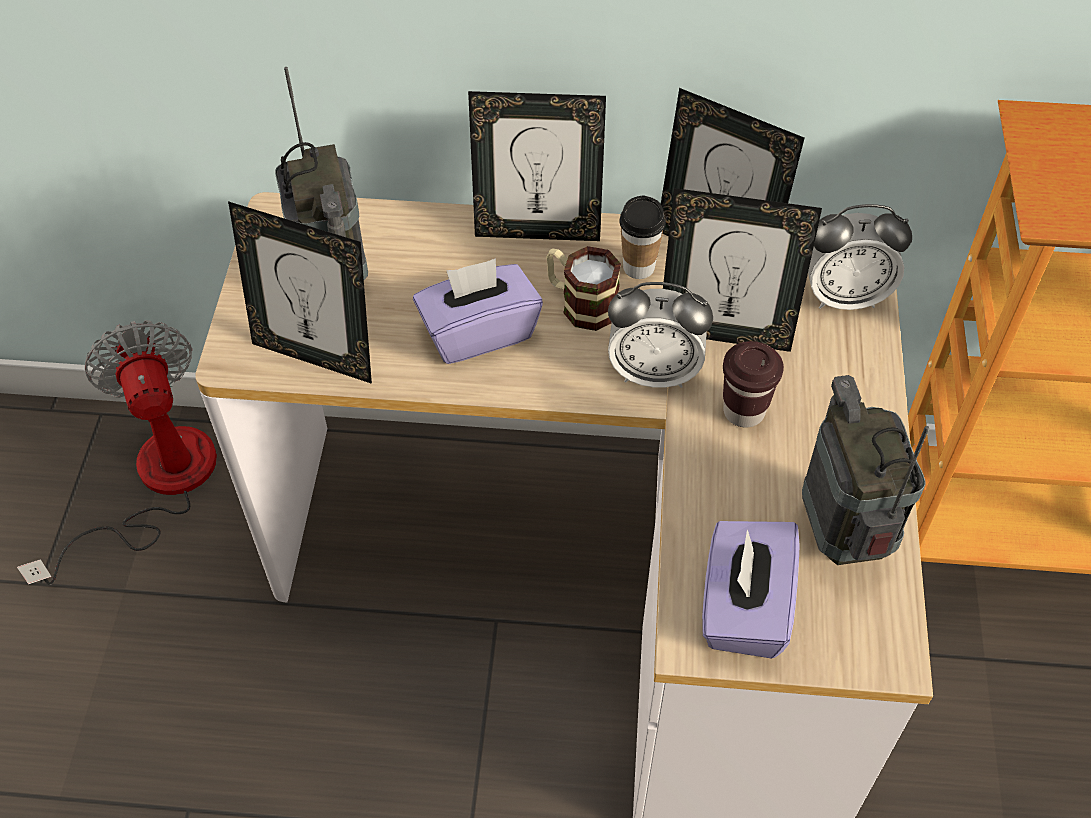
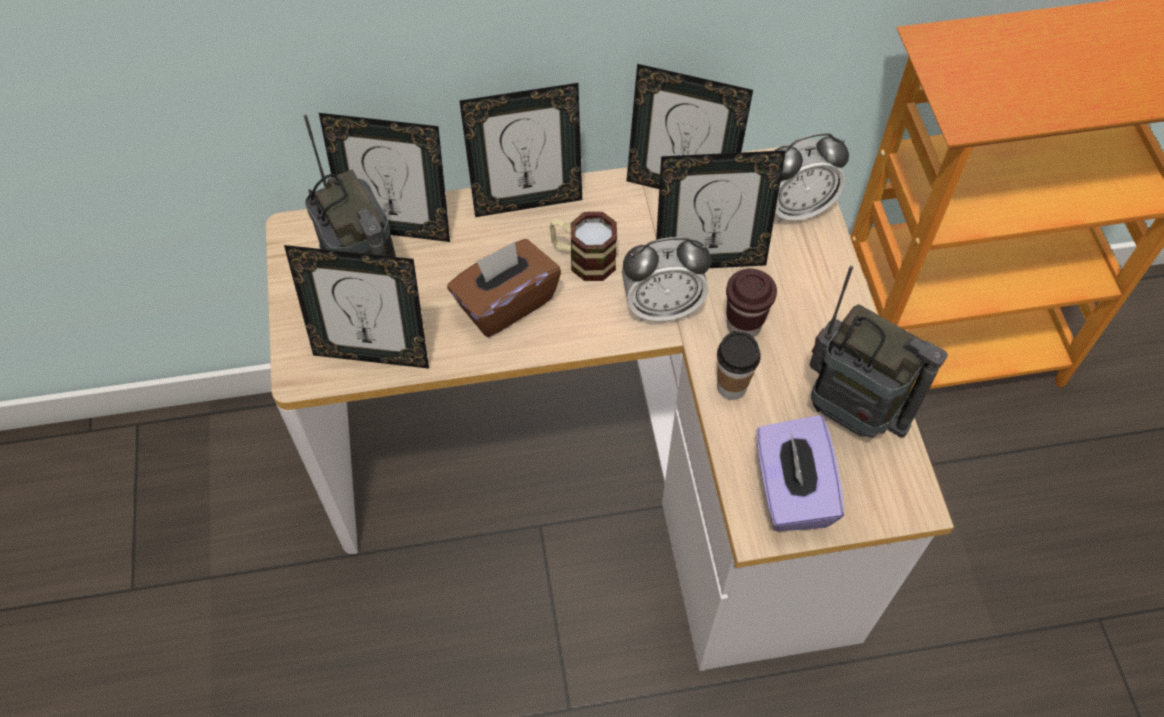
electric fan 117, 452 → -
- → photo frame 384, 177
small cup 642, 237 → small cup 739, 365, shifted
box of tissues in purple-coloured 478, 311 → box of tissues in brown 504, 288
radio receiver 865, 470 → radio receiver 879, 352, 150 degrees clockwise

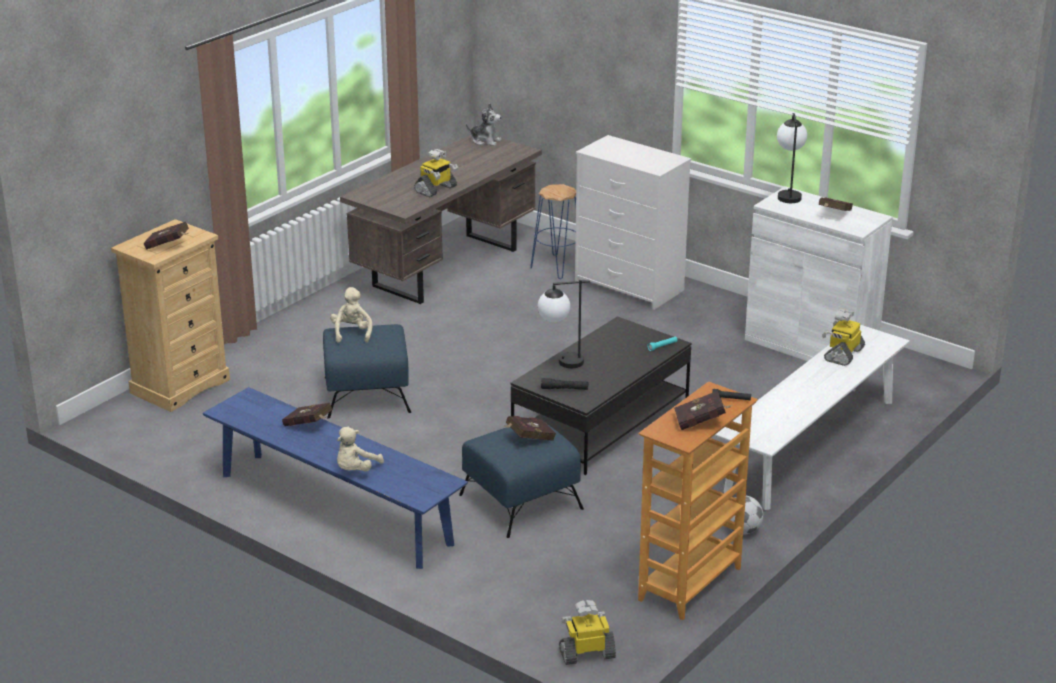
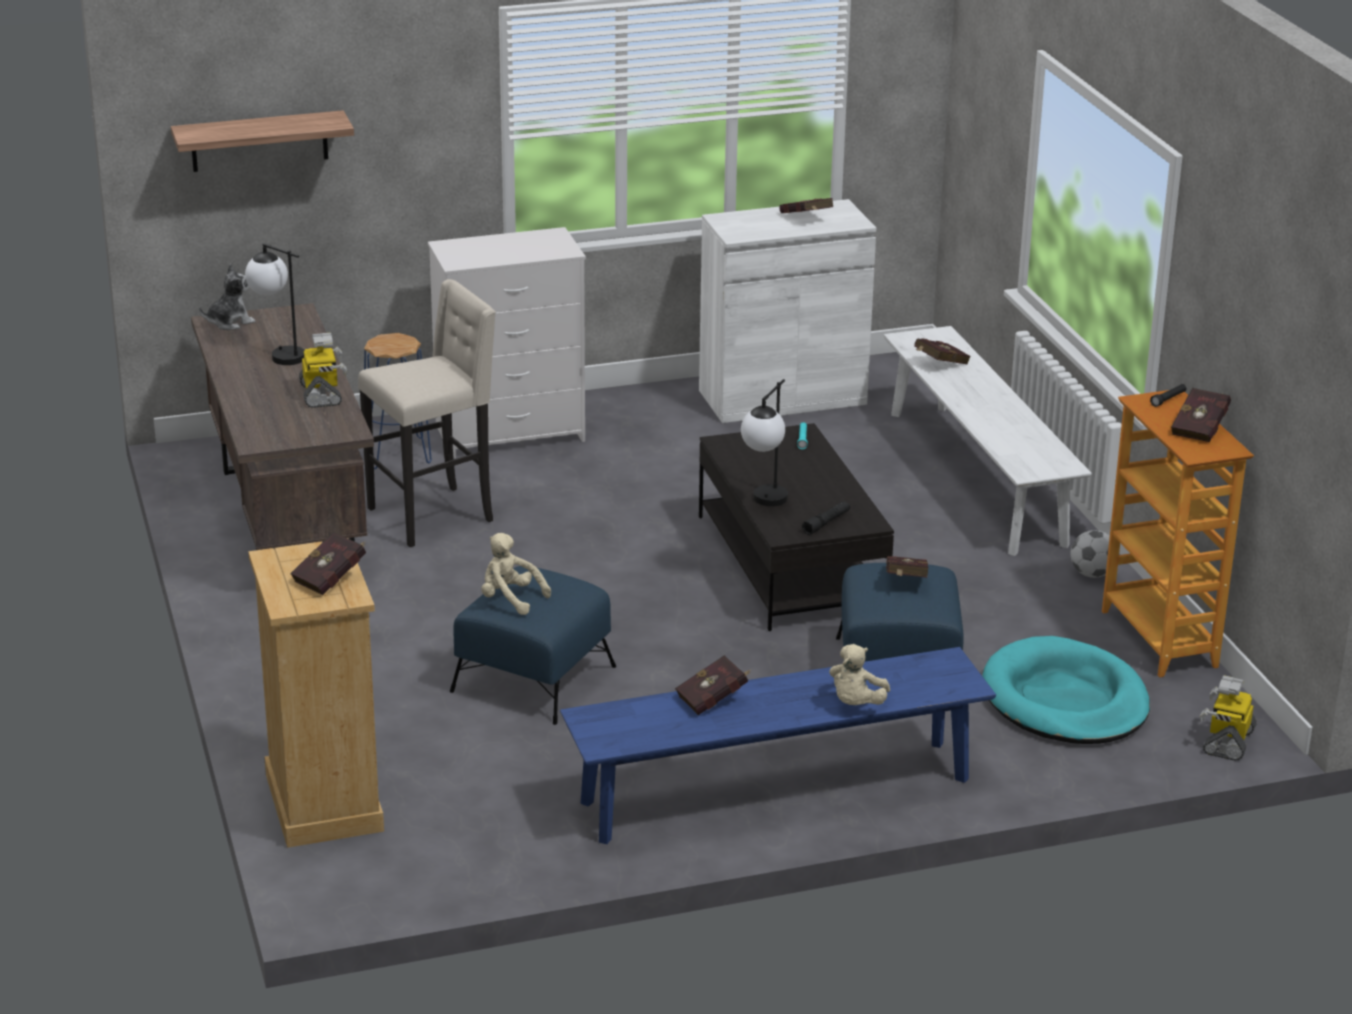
- → shelf 262, 141
- → stool in sand-coloured 427, 413
- → dog bed in turquoise 1066, 690
lamp for a table 792, 158 → lamp for a table 274, 304, shifted
model robot 843, 337 → volume in red 942, 351
soft toy in sand-coloured 360, 449 → soft toy in sand-coloured 859, 674, 45 degrees clockwise

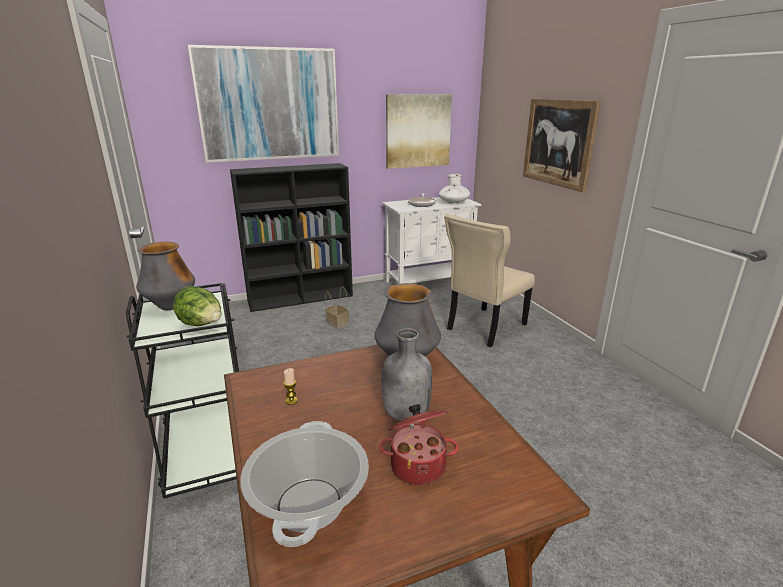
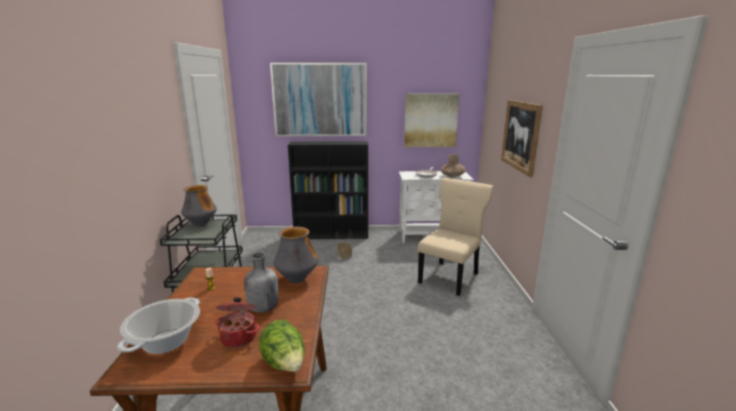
head of lettuce 197, 306 → head of lettuce 282, 345, shifted
decorative vase in white-coloured 454, 189 → decorative vase in brown 453, 165
chair in sand-coloured 489, 280 → chair in sand-coloured 455, 237, 150 degrees clockwise

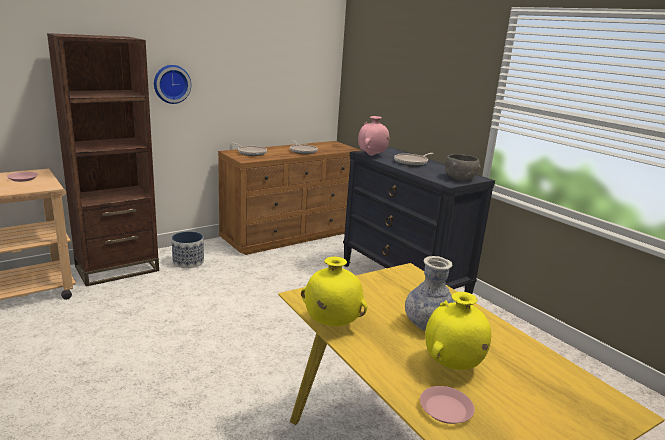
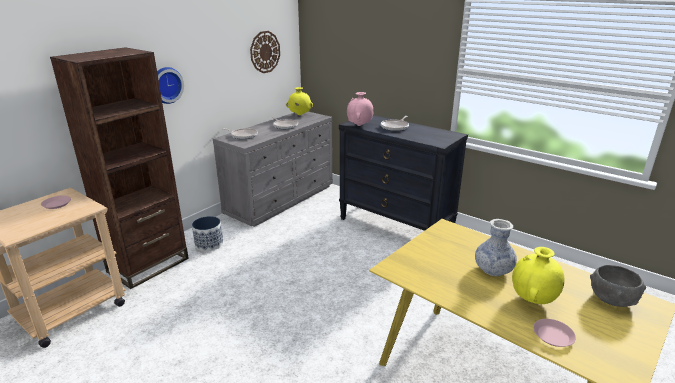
- → hanging clock 265, 52
decorative vase in yellow-coloured 334, 291 → decorative vase in yellow-coloured 299, 101, shifted
deep dish in gray 462, 167 → deep dish in gray 618, 286, shifted
dresser in brown 290, 198 → dresser in gray 273, 169

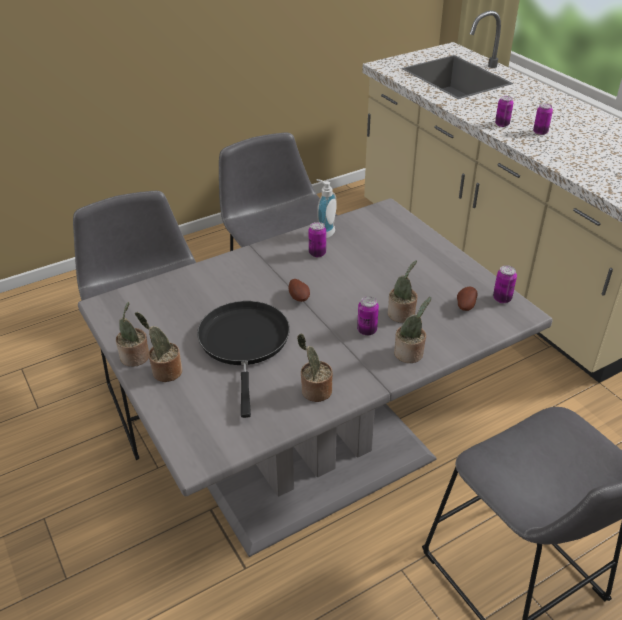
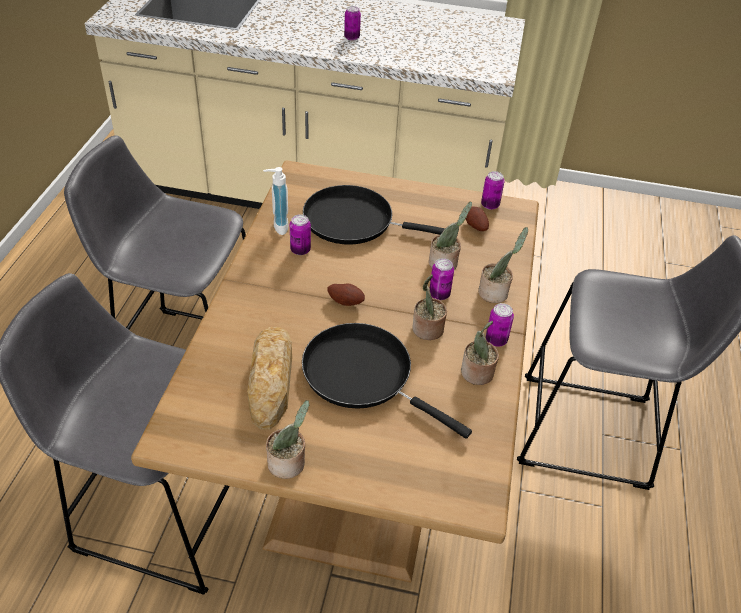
- → bread 269, 378
- → skillet in black 374, 215
potted plant 158, 347 → potted plant 429, 307, shifted
metal can 504, 111 → metal can 500, 325, shifted
dinner table in gray 315, 377 → dinner table in brown 335, 371

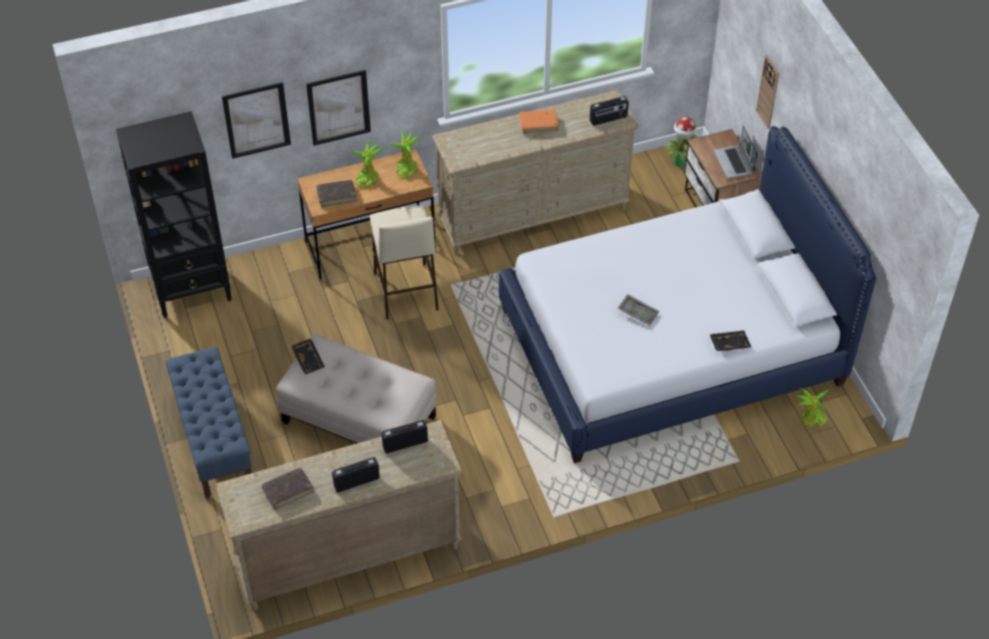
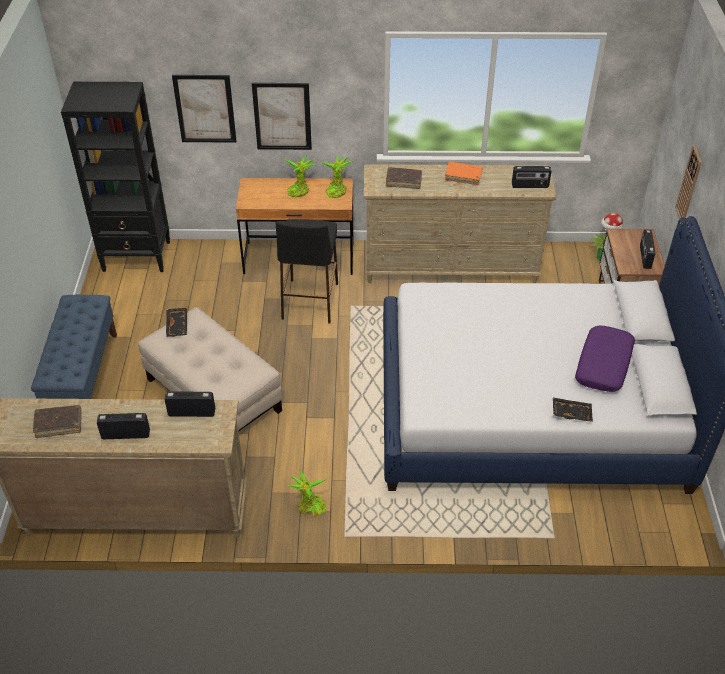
tray in gray 639, 310 → -
- → cushion in purple-coloured 605, 359
volume in brown 336, 193 → volume in brown 404, 178, shifted
potted plant 813, 407 → potted plant 307, 493, shifted
laptop 736, 152 → radio receiver 647, 249
stool in sand-coloured 404, 262 → stool in black 307, 271

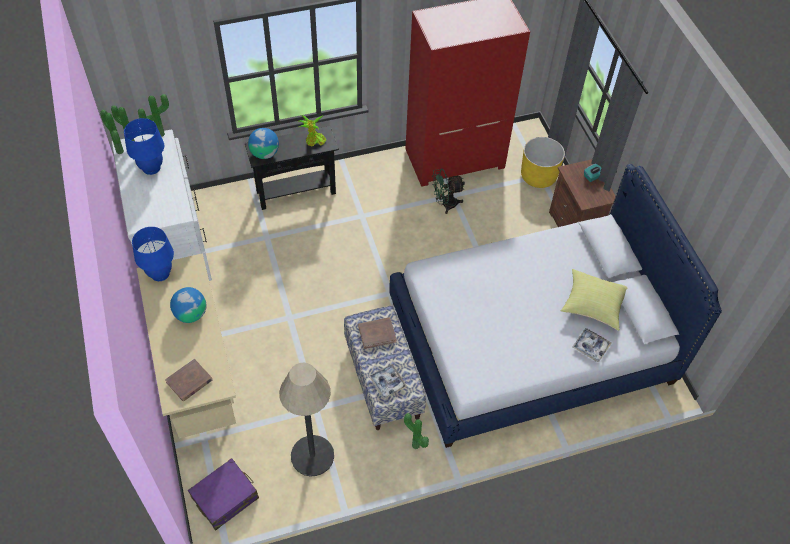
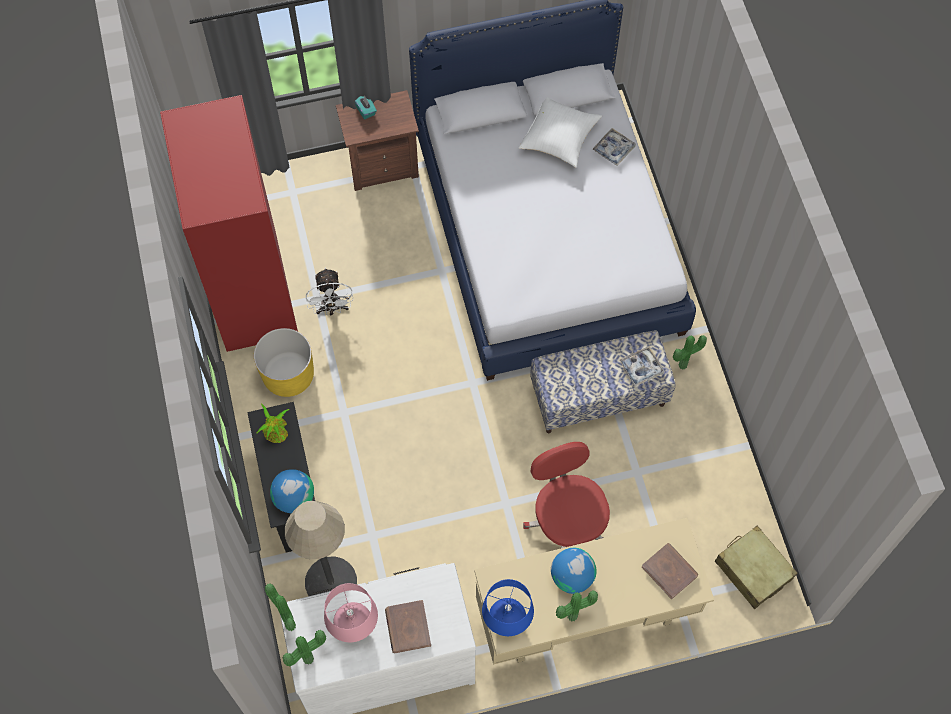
- → office chair in red 566, 495
potted plant 112, 132 → potted plant 577, 605, shifted
standing lamp 306, 420 → standing lamp 321, 548, shifted
volume in brown 377, 333 → volume in brown 408, 626, shifted
plant pot in yellow-coloured 543, 162 → plant pot in yellow-coloured 284, 362, shifted
lamp for a table in blue 144, 146 → lamp for a table in pinkish 351, 612
suitcase in purple-coloured 223, 494 → suitcase in sand-coloured 756, 567
electric fan in green 448, 191 → electric fan in white-coloured 329, 291
cushion in yellow-coloured 593, 300 → cushion in white-coloured 560, 133

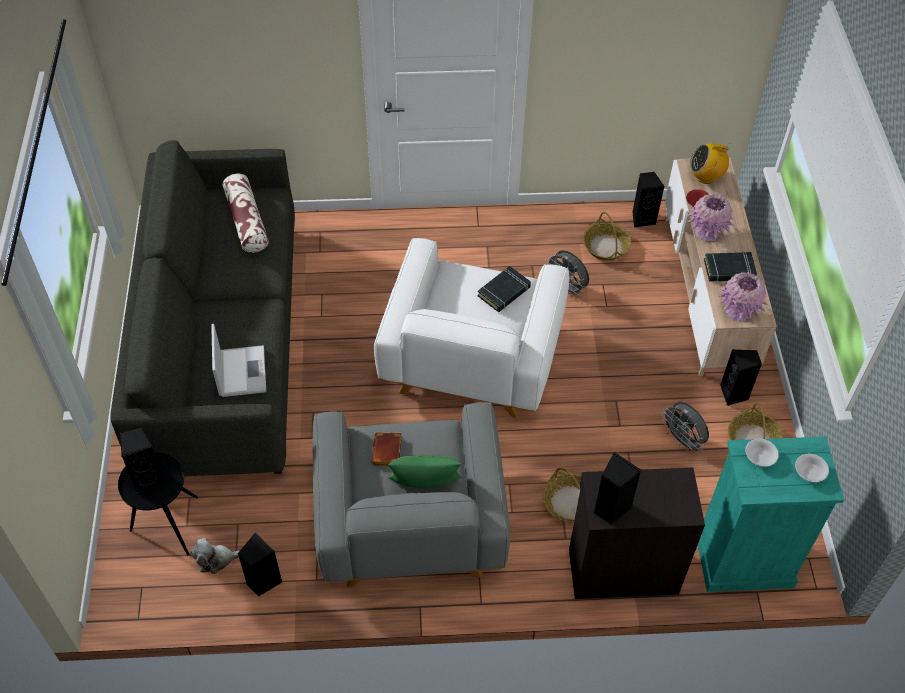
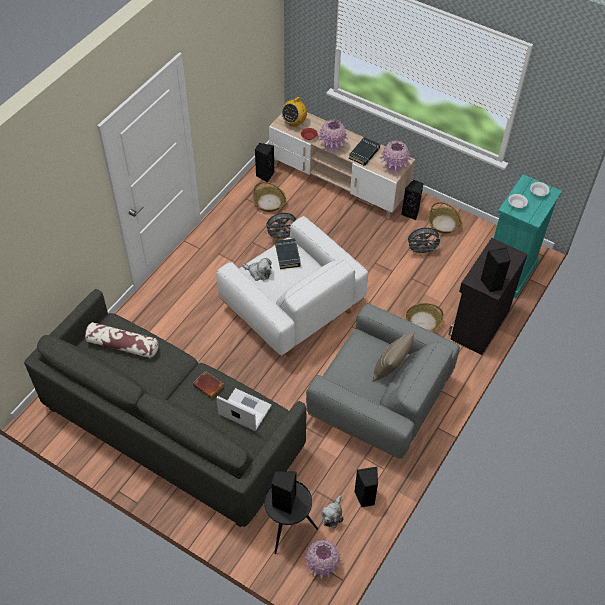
- → soft toy 257, 269
- → decorative vase in pinkish 322, 559
volume in brown 386, 449 → volume in brown 208, 385, shifted
cushion in green 425, 471 → cushion in sand-coloured 393, 357

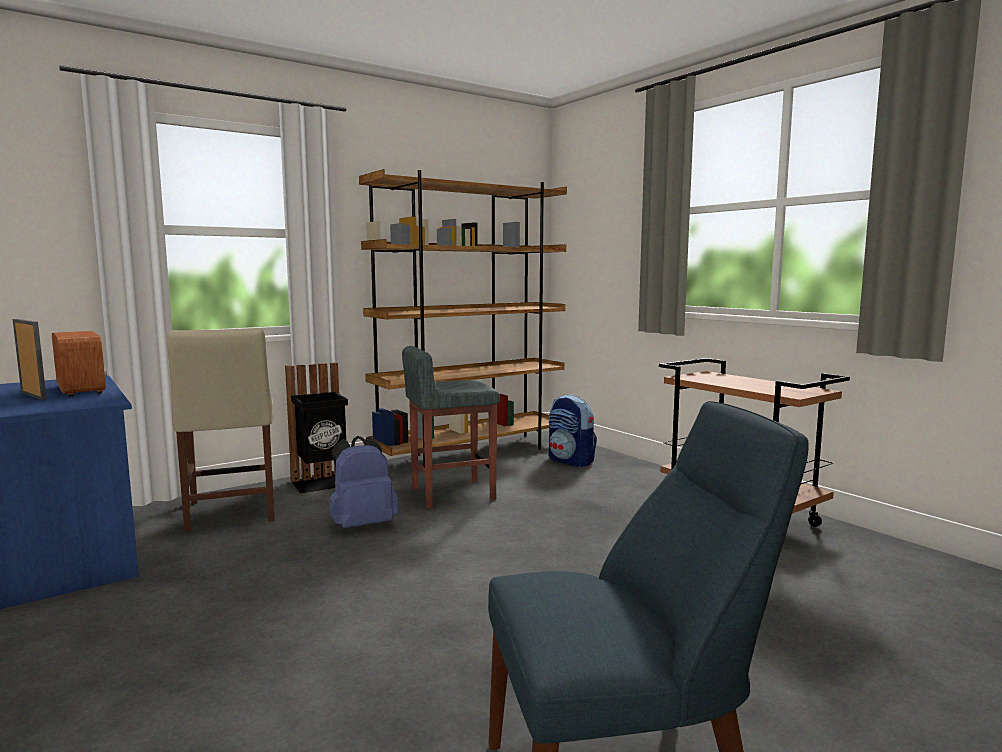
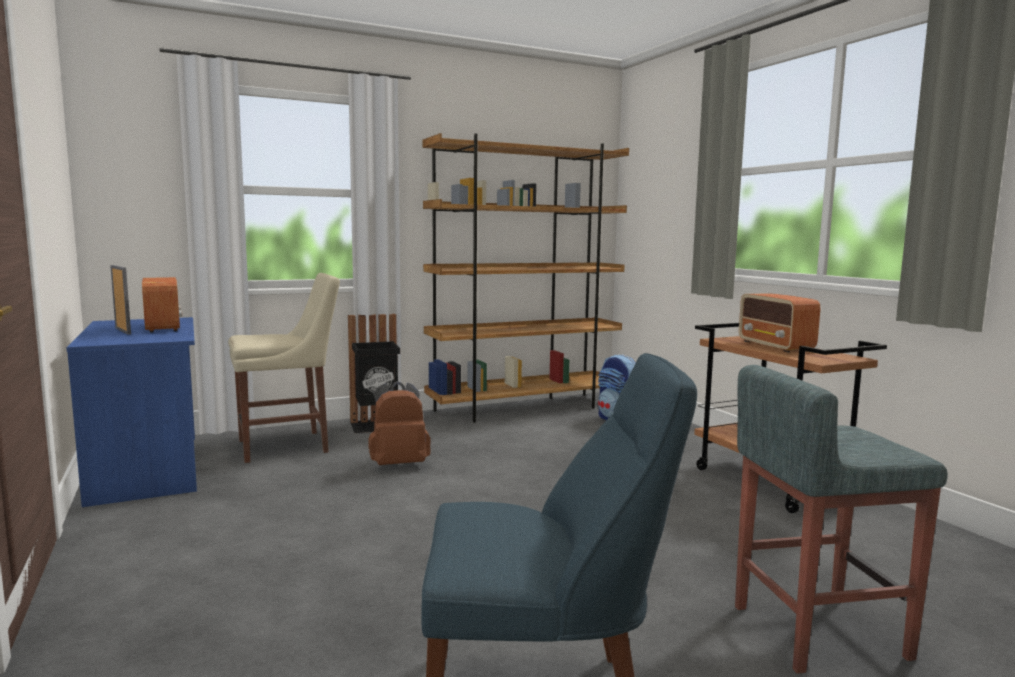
- → radio receiver 779, 322
stool in gray 451, 427 → stool in gray 841, 519, shifted
rucksack in blue 364, 482 → rucksack in brown 400, 423
chair in sand-coloured 221, 430 → chair in sand-coloured 284, 368, 105 degrees counterclockwise

